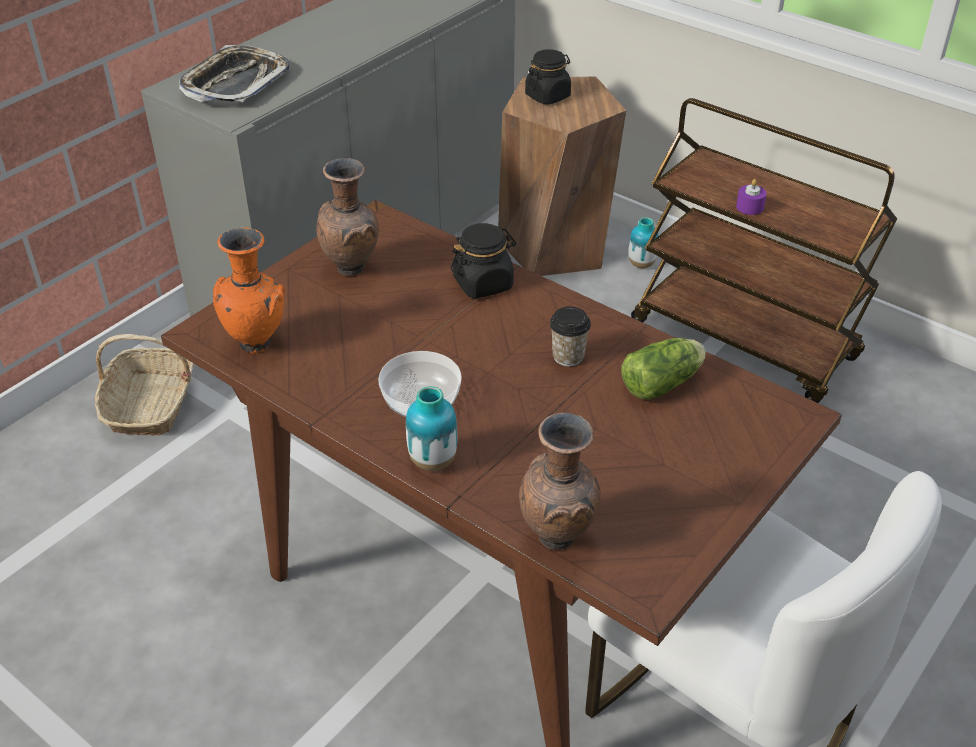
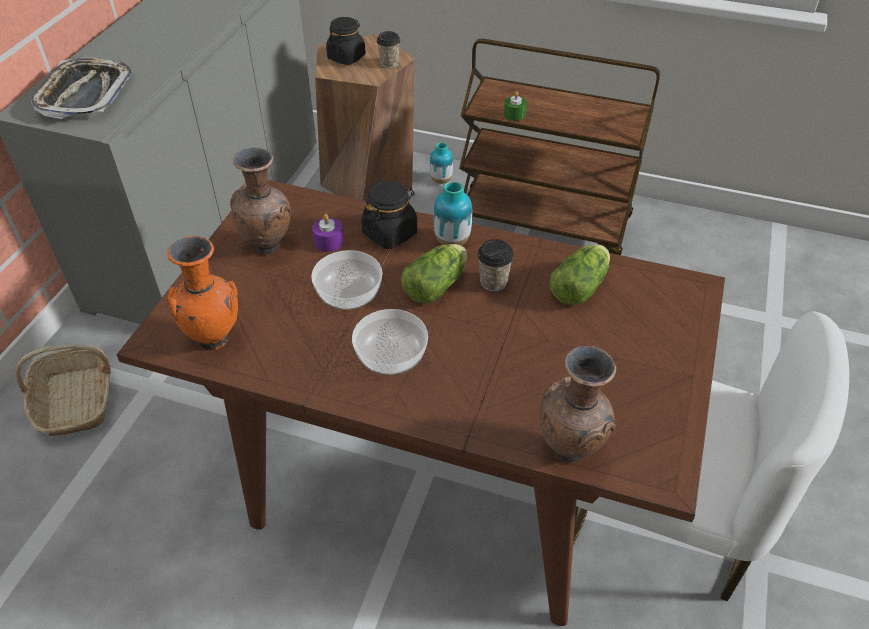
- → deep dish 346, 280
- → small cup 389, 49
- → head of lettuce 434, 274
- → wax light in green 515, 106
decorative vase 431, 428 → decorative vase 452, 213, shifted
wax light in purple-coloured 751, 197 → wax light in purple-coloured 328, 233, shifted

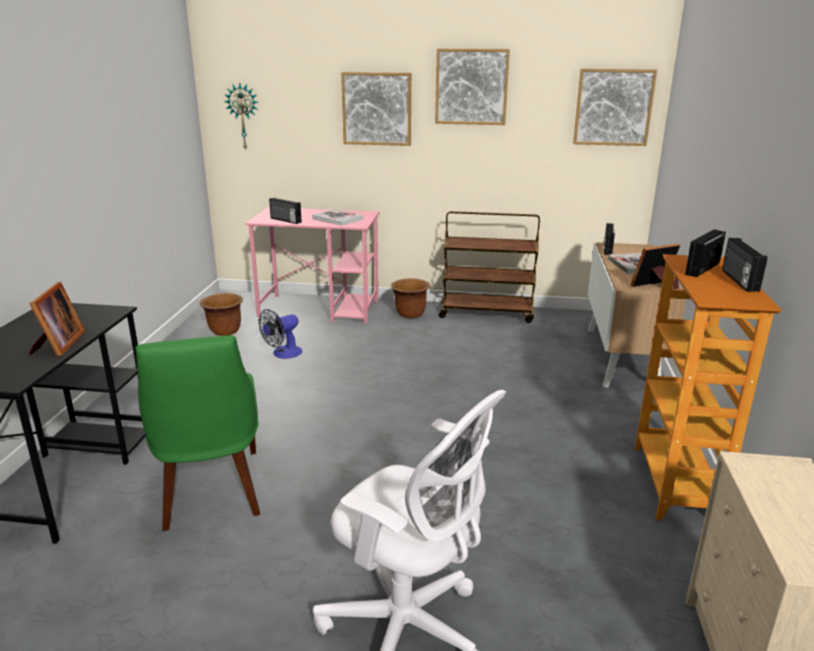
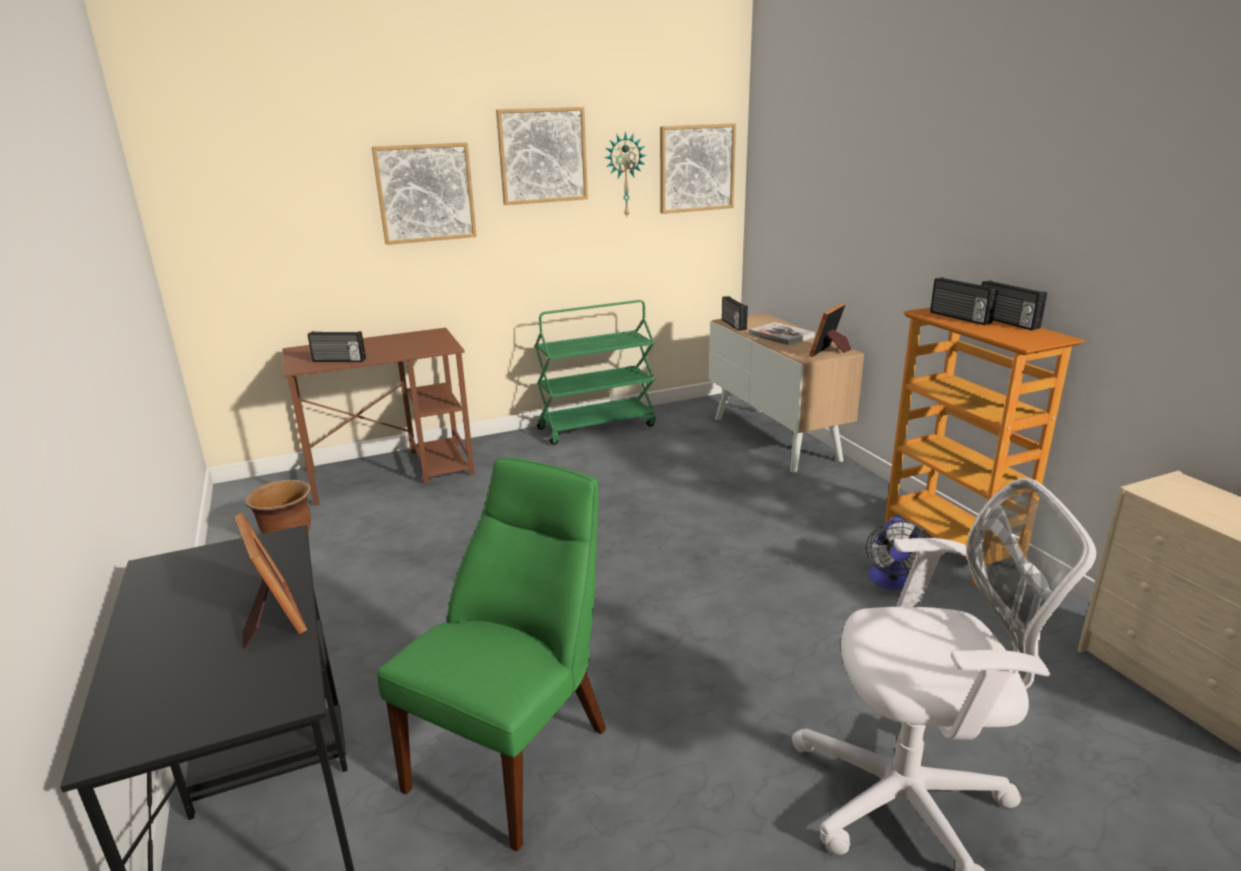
volume 337, 217 → -
plant pot in brown 410, 298 → -
hanging clock 241, 116 → hanging clock 625, 174, shifted
electric fan 280, 334 → electric fan 898, 553, shifted
desk table in pinkish 312, 265 → desk table in brown 378, 417
cart in brown 489, 267 → cart in green 595, 372
chair in green 198, 433 → chair in green 491, 654, 105 degrees counterclockwise
radio receiver 705, 253 → radio receiver 964, 301, 45 degrees counterclockwise

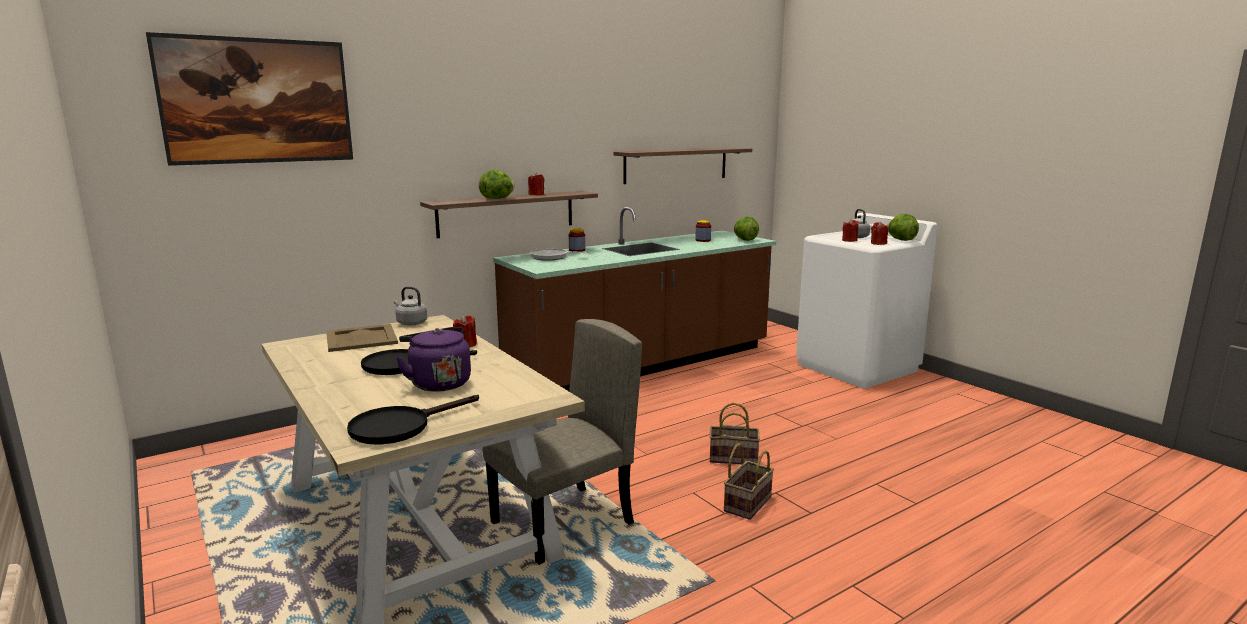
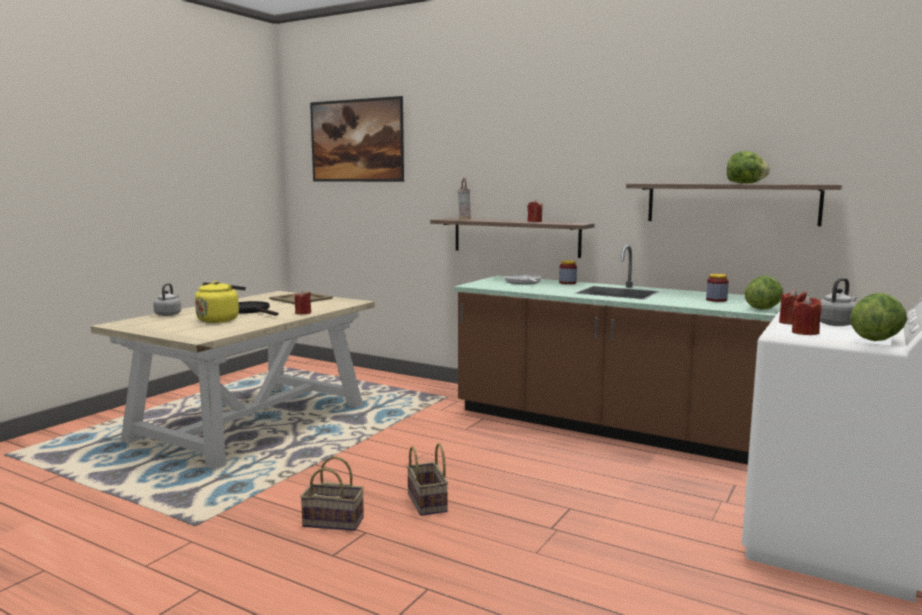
skillet in black 413, 419 → -
chair in sand-coloured 562, 442 → -
- → decorative vase 464, 199
kettle in gray 410, 305 → kettle in gray 167, 299, shifted
head of lettuce 496, 184 → head of lettuce 748, 167, shifted
kettle in purple-coloured 433, 359 → kettle in yellow-coloured 220, 302

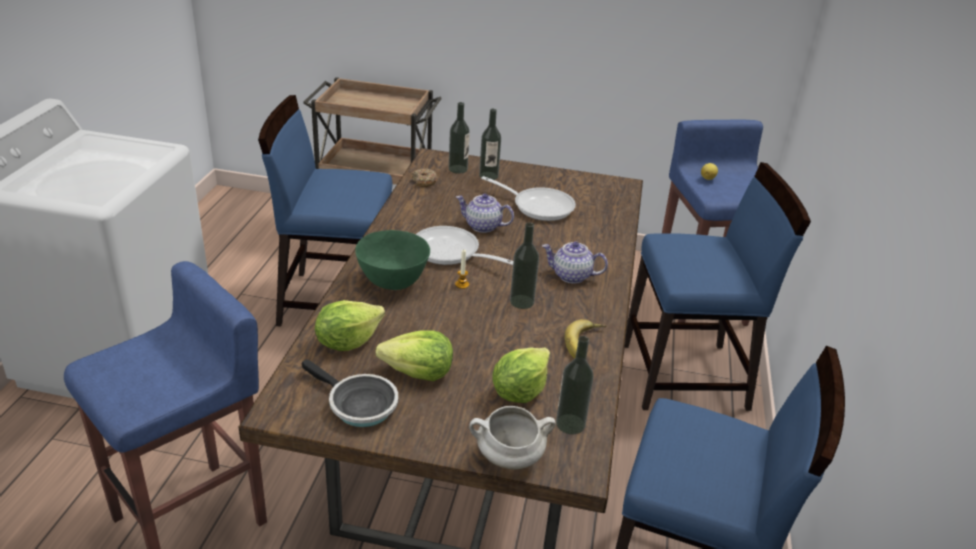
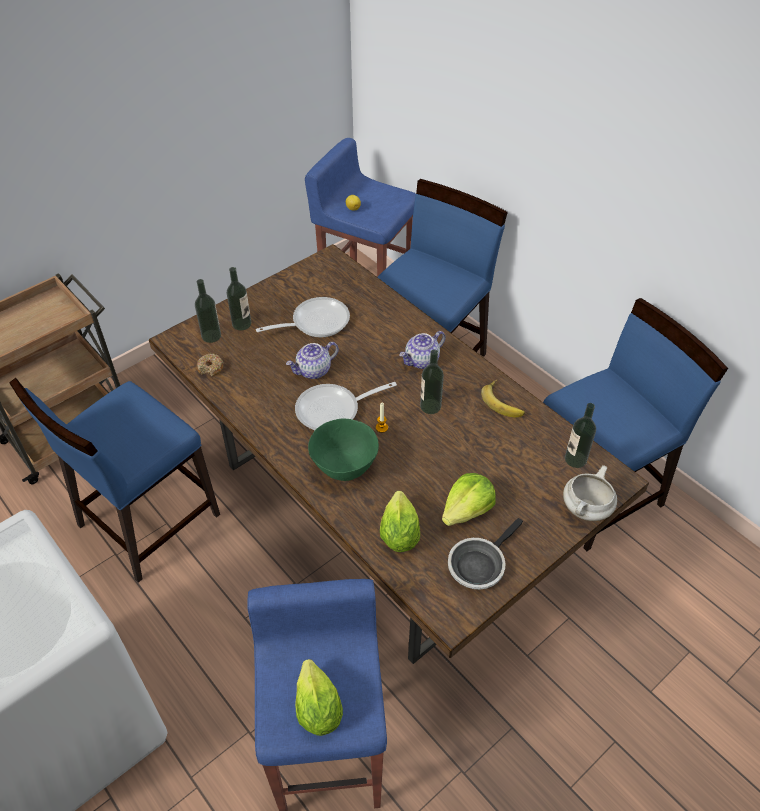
head of lettuce 521, 375 → head of lettuce 319, 697, shifted
skillet 350, 393 → skillet 485, 553, 150 degrees clockwise

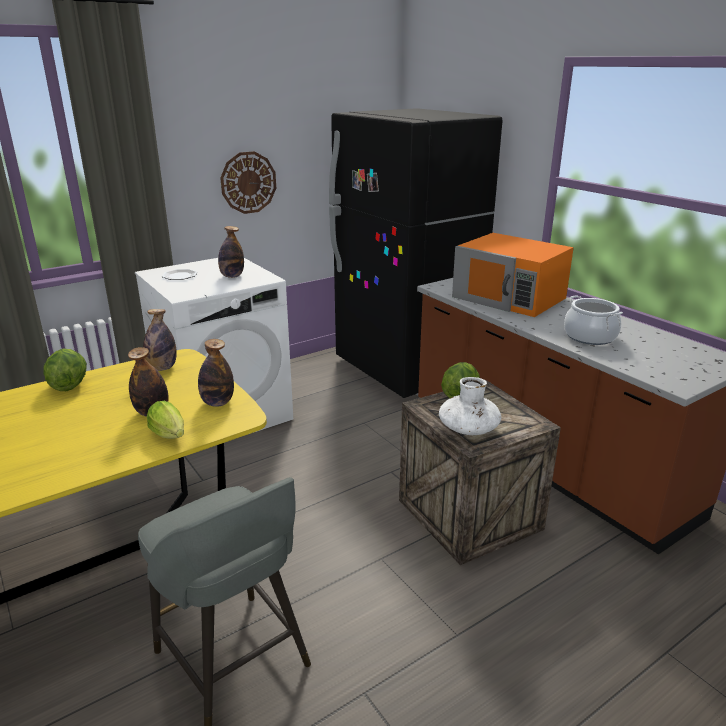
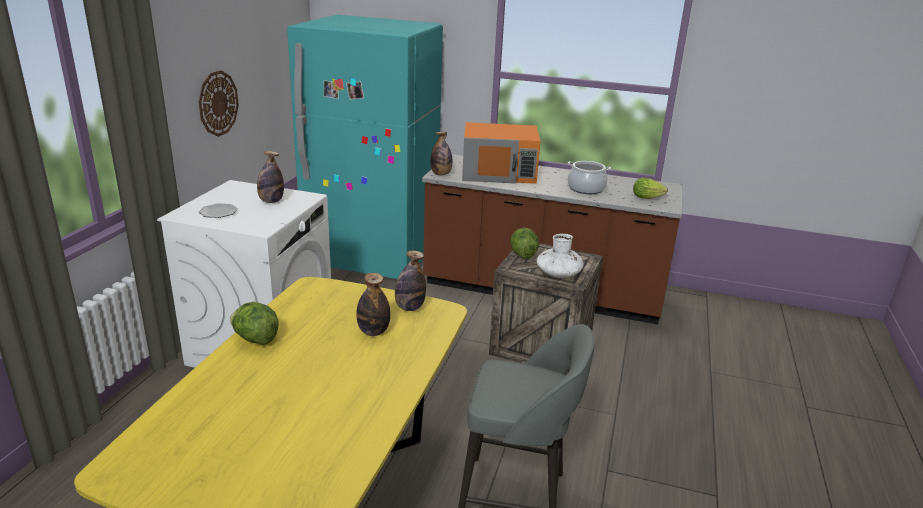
beverage bottle 160, 340 → beverage bottle 441, 153, shifted
head of lettuce 165, 420 → head of lettuce 650, 188, shifted
kitchen fridge in black 416, 253 → kitchen fridge in turquoise 365, 147

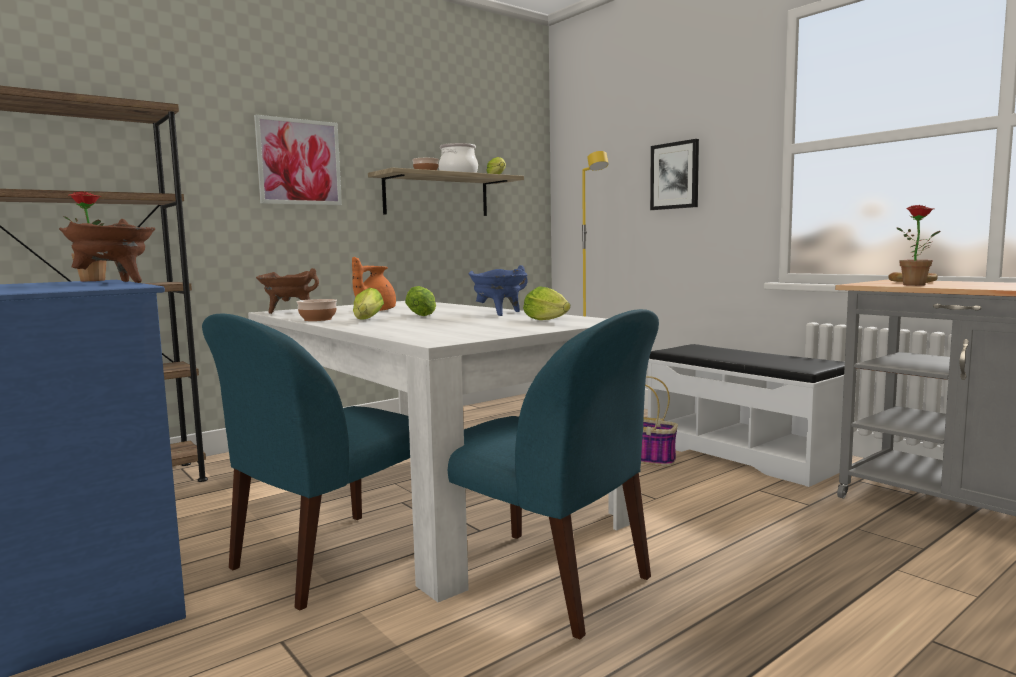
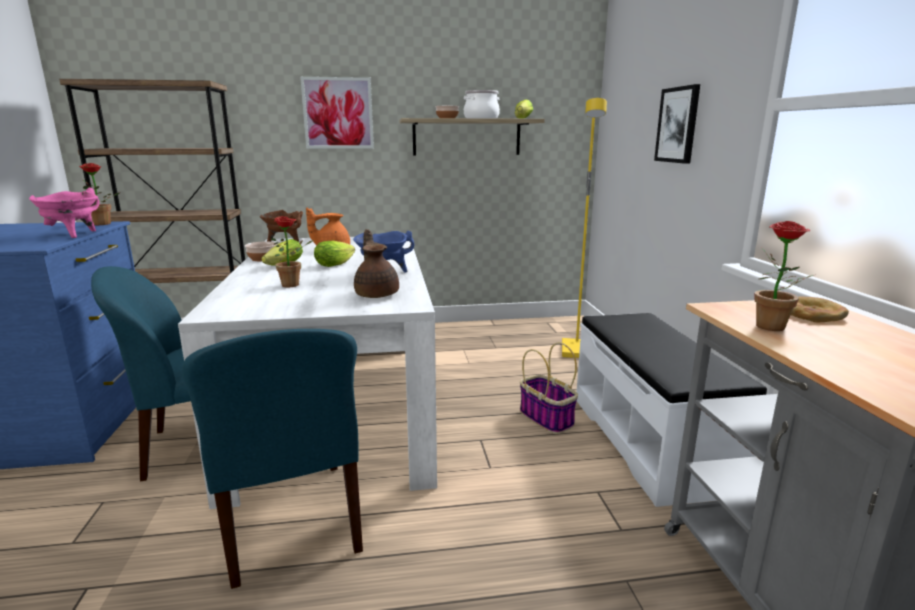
- → potted plant 292, 251
head of lettuce 546, 303 → tea pot in brown 376, 263
saucepot in brown 107, 251 → saucepot in pinkish 64, 213

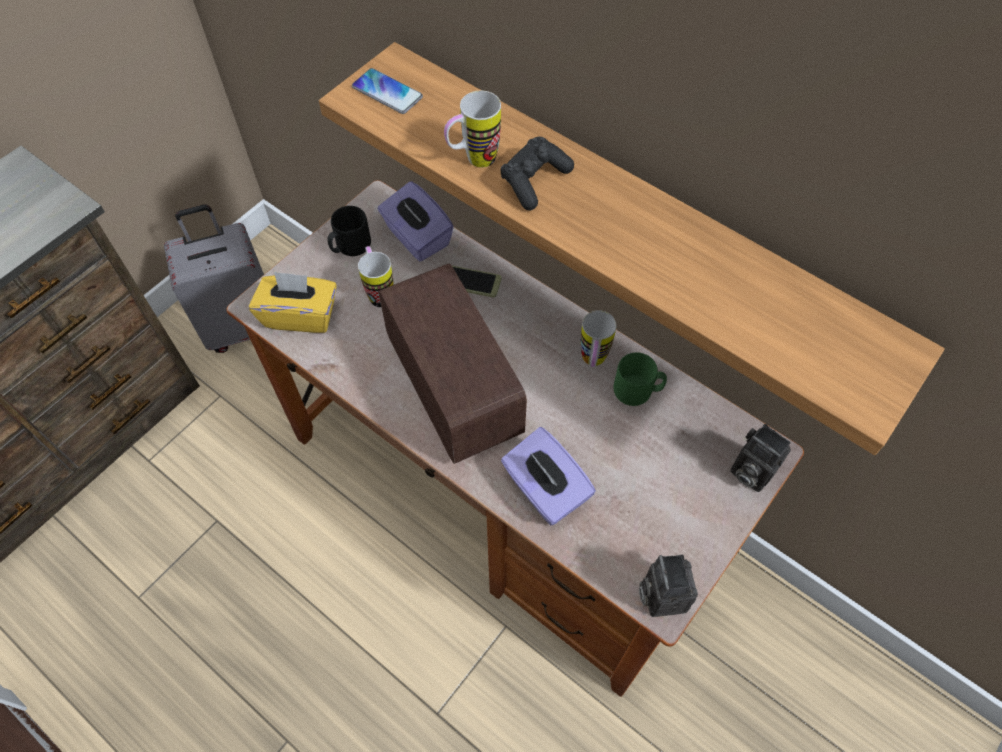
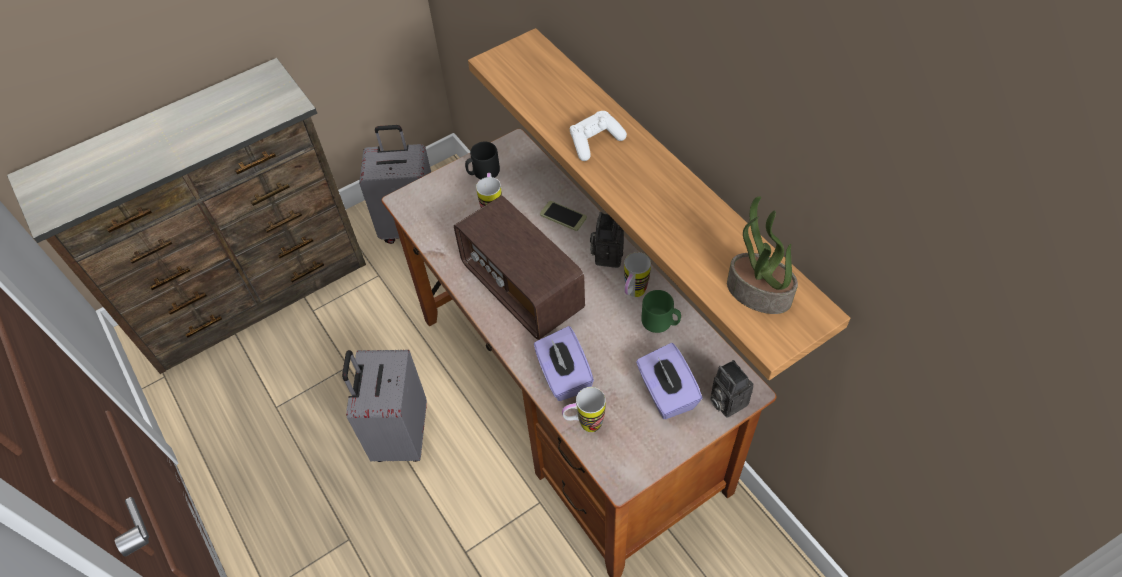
box of tissues in yellow-coloured 293, 302 → -
telephone 387, 91 → -
- → suitcase in gray 384, 406
- → potted plant 762, 255
box of tissues in purple-coloured 416, 221 → box of tissues in purple-coloured 669, 381, shifted
tea mug 472, 129 → tea mug 584, 409, shifted
photo camera 668, 586 → photo camera 607, 240, shifted
game controller in black 537, 173 → game controller in white-coloured 598, 136
radio receiver 452, 363 → radio receiver 519, 268, 150 degrees clockwise

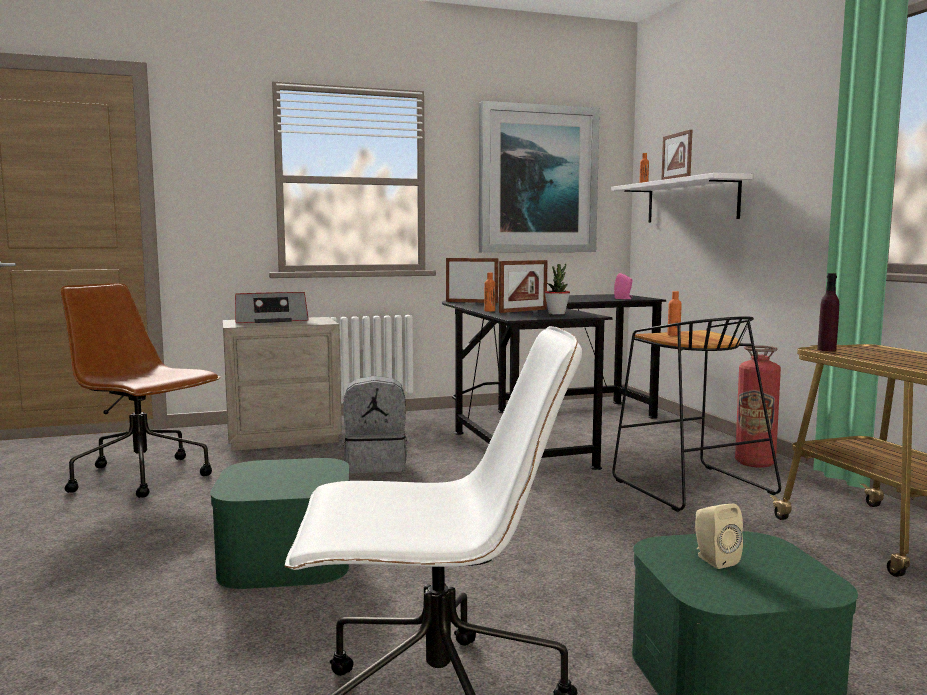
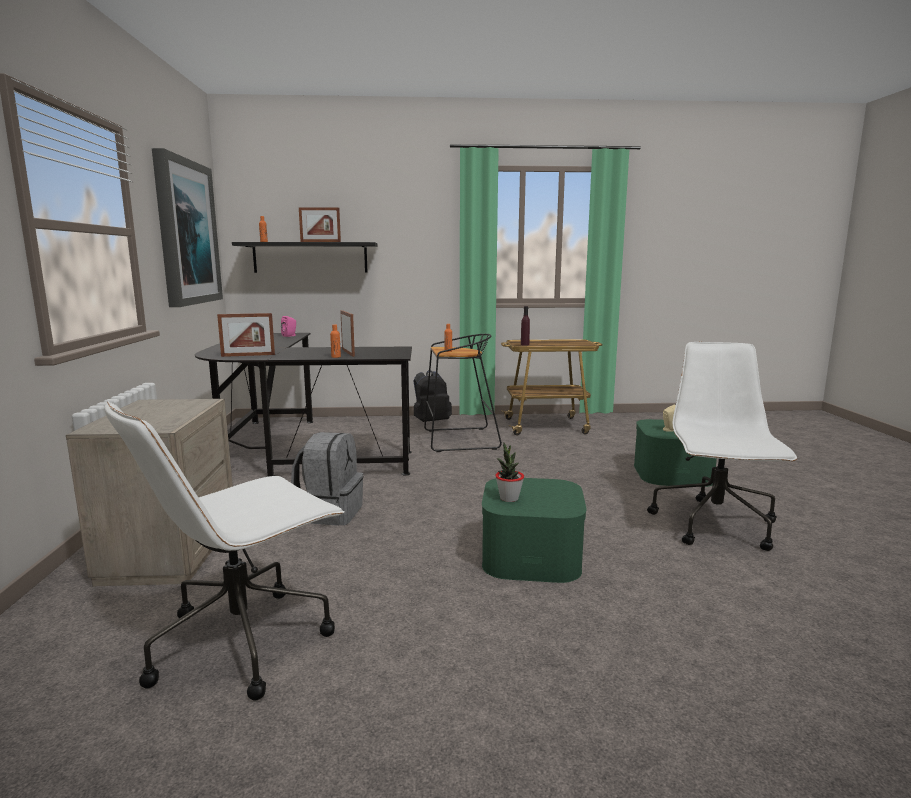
radio receiver 272, 307 → -
potted plant 557, 289 → potted plant 509, 472, shifted
fire extinguisher 758, 406 → rucksack in black 433, 396
office chair in brown 140, 390 → office chair in white-coloured 224, 551
shelf in white-coloured 682, 198 → shelf in black 304, 257
photo frame 472, 280 → photo frame 246, 335, 135 degrees counterclockwise

